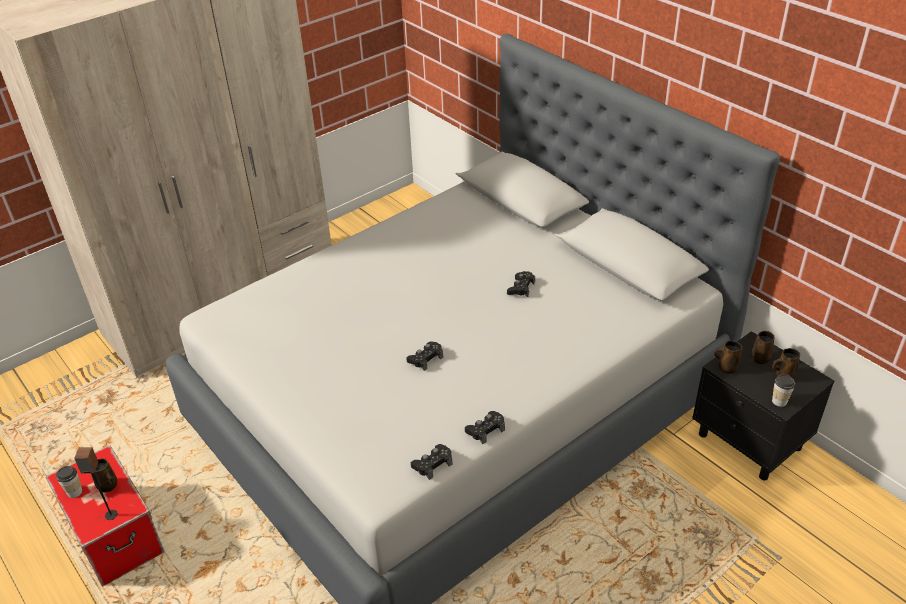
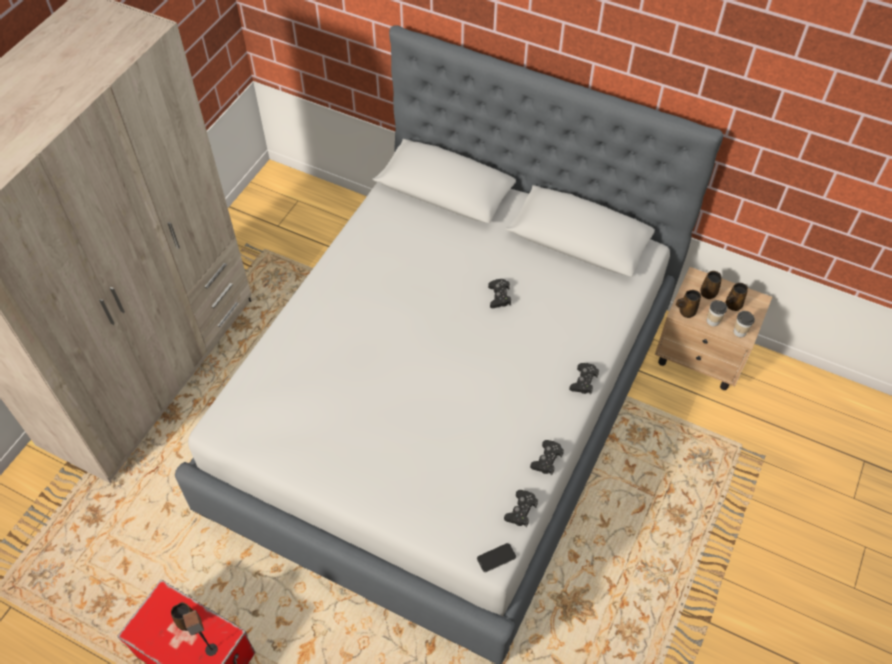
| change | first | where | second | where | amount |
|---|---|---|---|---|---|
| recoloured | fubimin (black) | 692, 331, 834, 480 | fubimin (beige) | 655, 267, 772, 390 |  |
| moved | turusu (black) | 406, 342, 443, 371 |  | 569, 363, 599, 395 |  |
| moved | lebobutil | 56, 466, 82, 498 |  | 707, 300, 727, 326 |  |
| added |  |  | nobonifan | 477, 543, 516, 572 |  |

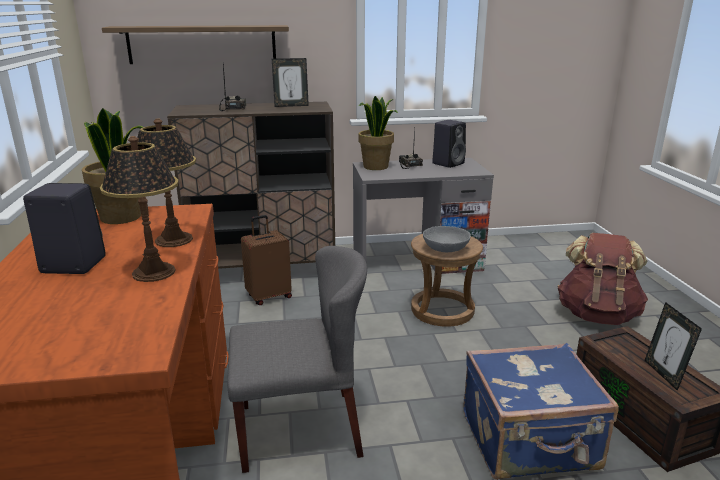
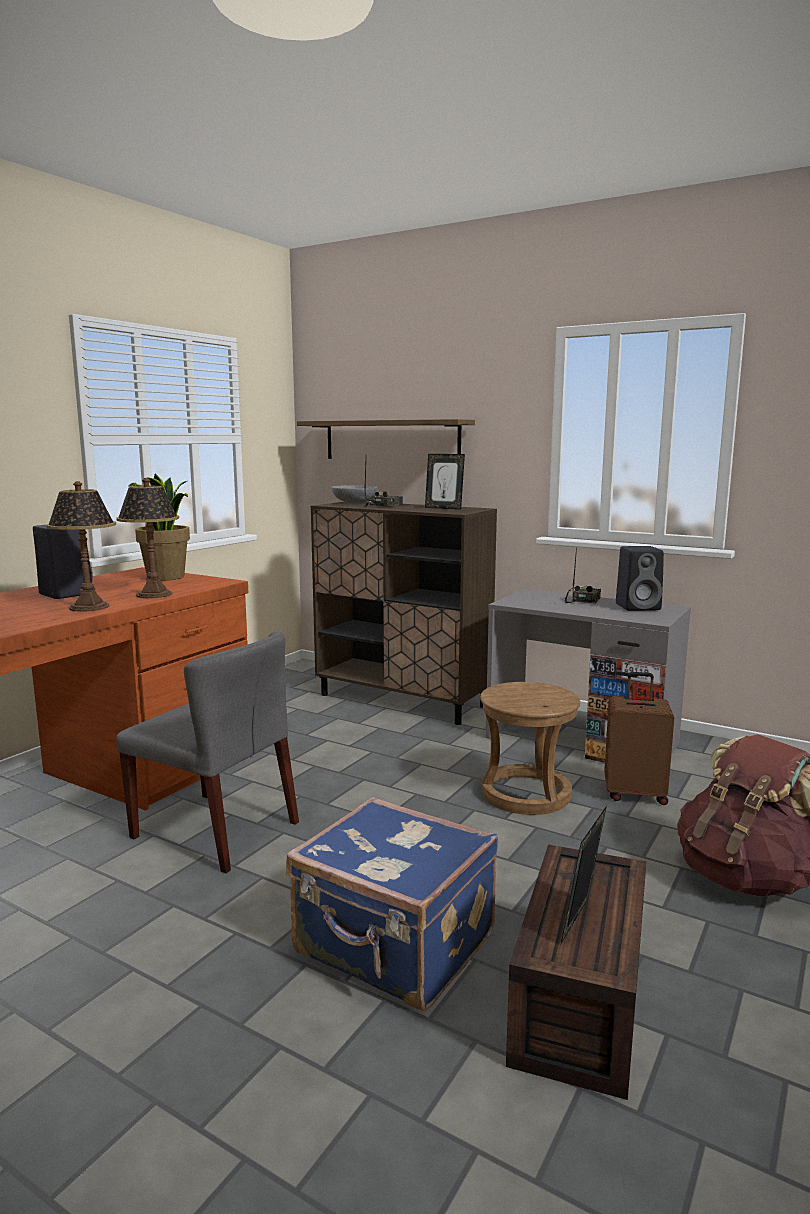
| change | first | where | second | where | amount |
|---|---|---|---|---|---|
| removed | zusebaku | 359, 96, 398, 170 |  |  |  |
| moved | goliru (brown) | 241, 215, 292, 305 |  | 604, 672, 674, 805 |  |
| moved | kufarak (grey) | 423, 226, 471, 252 |  | 331, 485, 378, 503 |  |

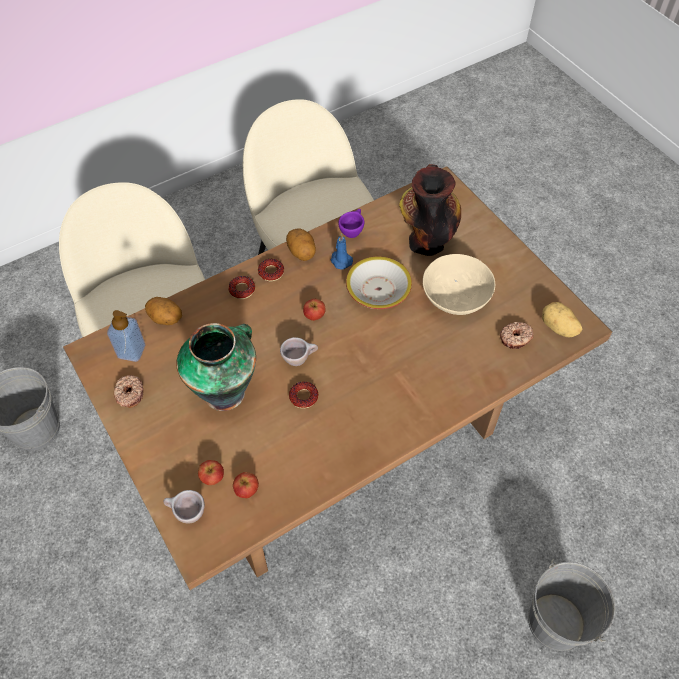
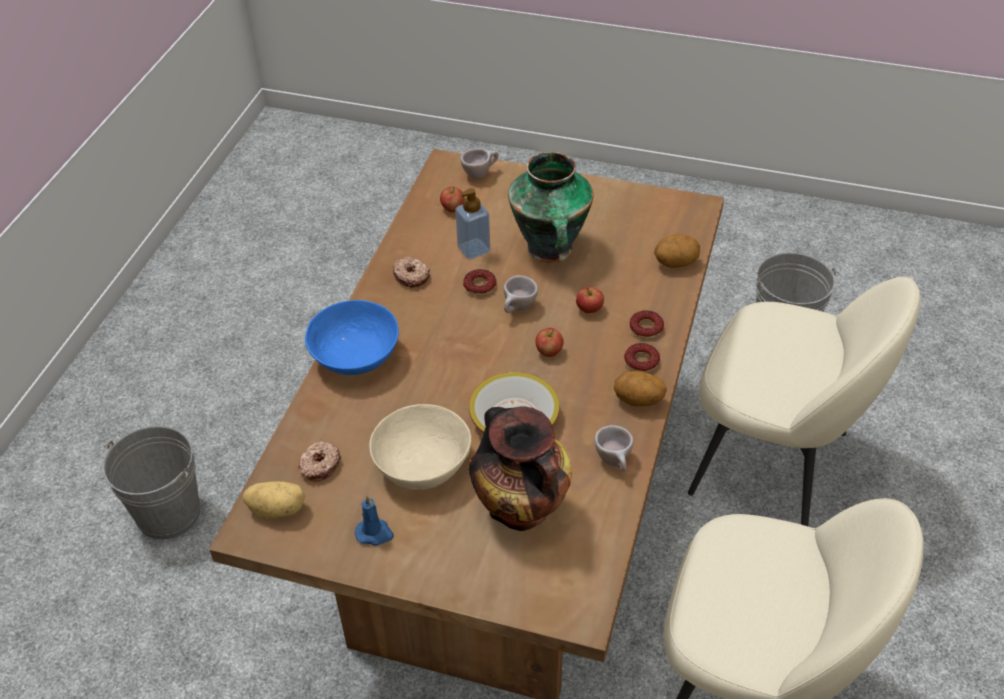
| change | first | where | second | where | amount |
|---|---|---|---|---|---|
| recoloured | lebobutil (purple) | 338, 209, 364, 238 | lebobutil (beige) | 595, 425, 633, 471 |  |
| moved | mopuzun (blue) | 330, 234, 353, 269 |  | 355, 495, 394, 546 |  |
| moved | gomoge | 107, 310, 145, 362 |  | 455, 188, 490, 260 |  |
| moved | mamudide | 114, 375, 144, 408 |  | 393, 257, 430, 287 |  |
| moved | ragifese | 198, 460, 224, 485 |  | 576, 287, 604, 313 |  |
| added |  |  | kufarak (blue) | 305, 300, 399, 375 |  |

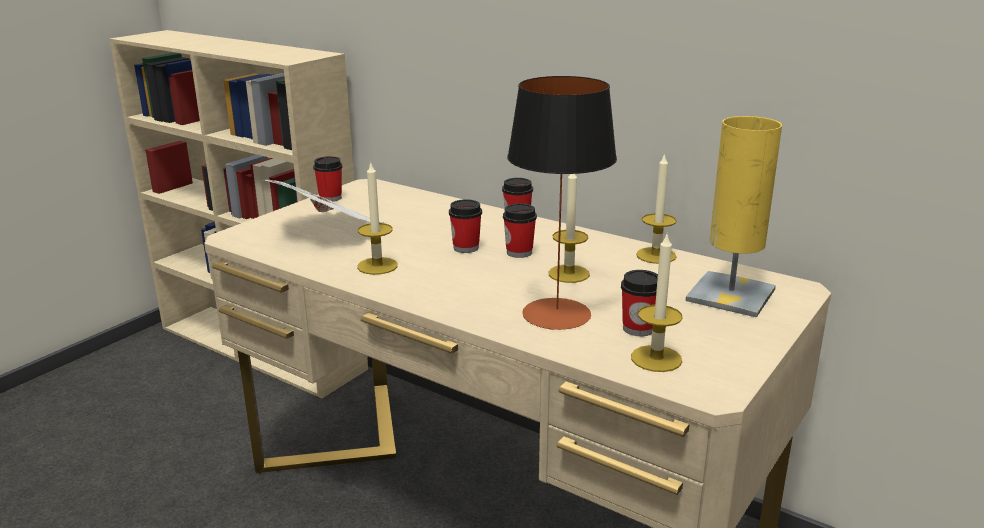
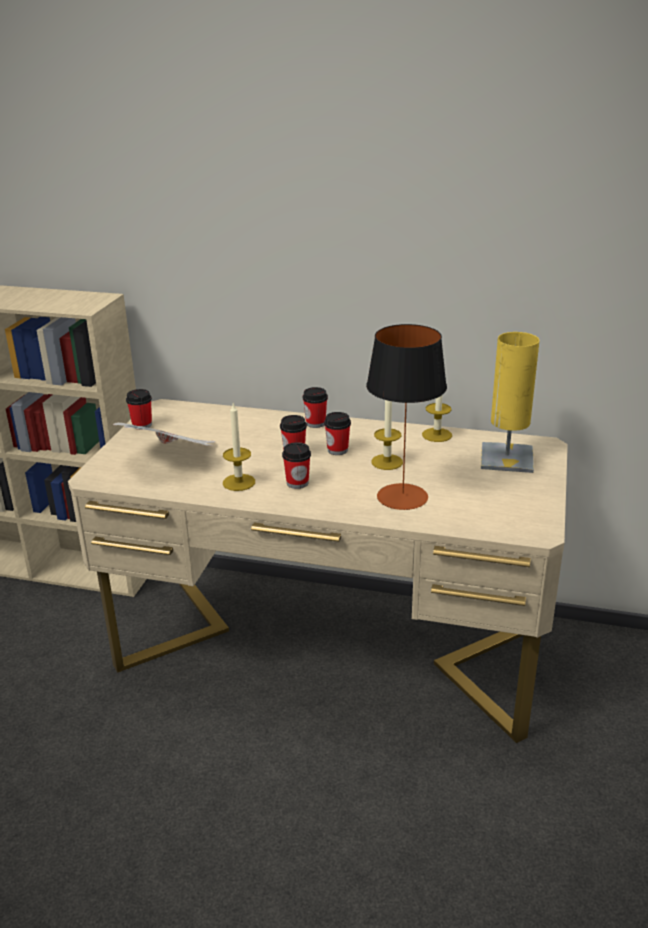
| change | first | where | second | where | amount |
|---|---|---|---|---|---|
| removed | mopuzun | 631, 232, 683, 372 |  |  |  |
| moved | lebobutil | 621, 270, 658, 336 |  | 282, 442, 311, 489 |  |

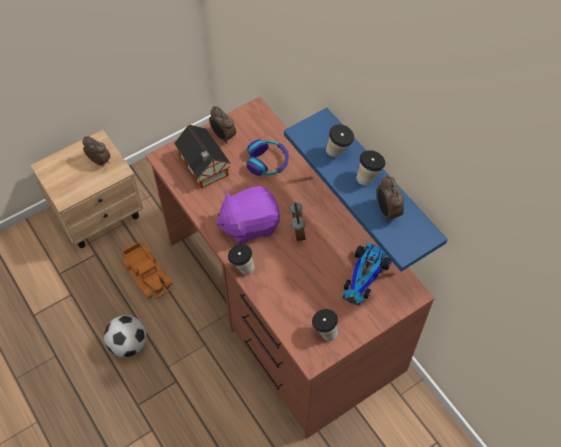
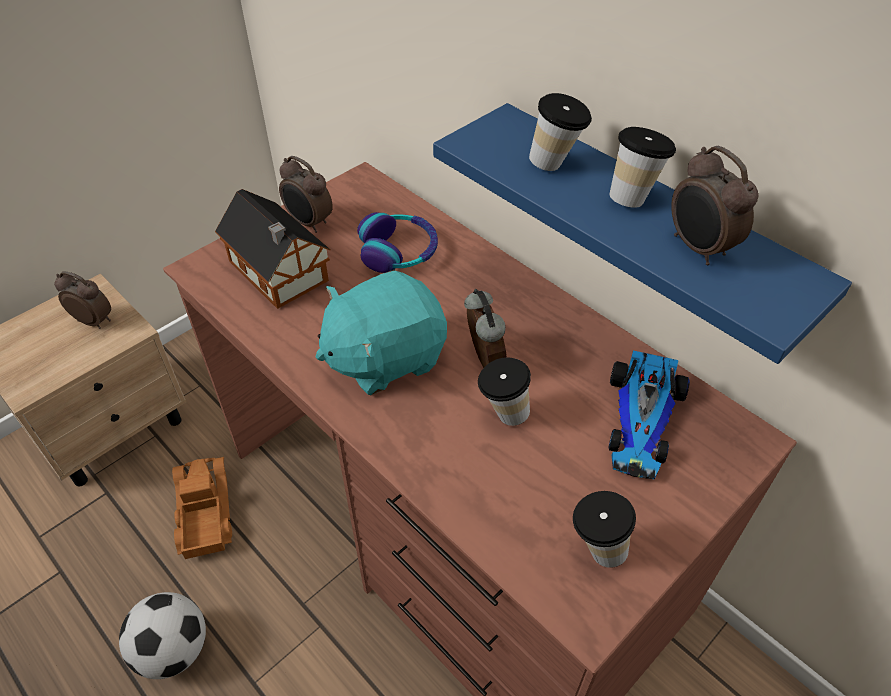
| change | first | where | second | where | amount |
|---|---|---|---|---|---|
| recoloured | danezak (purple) | 216, 186, 280, 244 | danezak (turquoise) | 315, 271, 447, 396 |  |
| turned | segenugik | 121, 241, 173, 299 |  | 172, 457, 232, 559 | 150 degrees counterclockwise |
| moved | lebobutil | 228, 244, 254, 275 |  | 478, 357, 531, 426 |  |

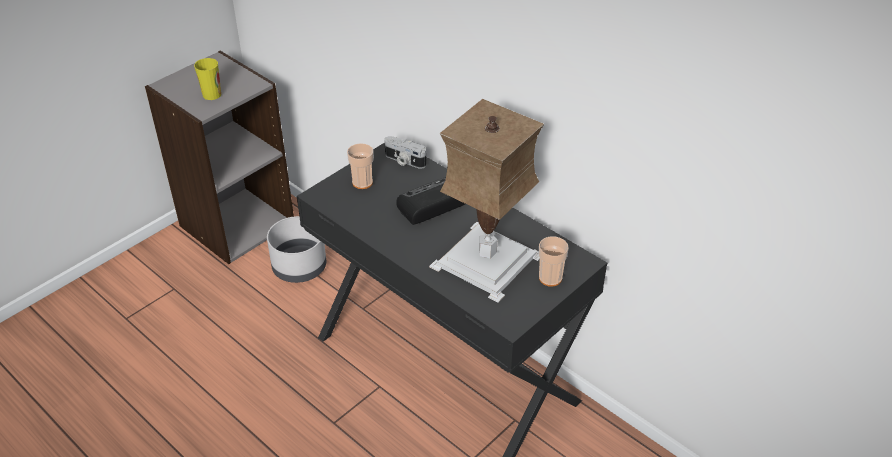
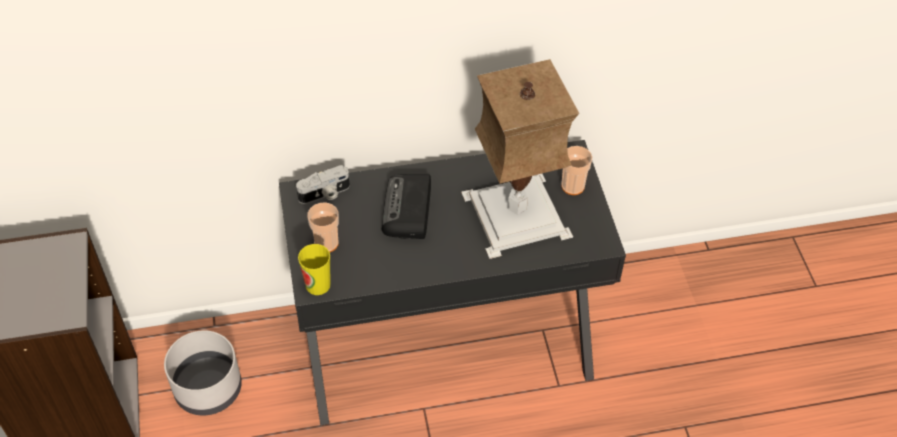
| change | first | where | second | where | amount |
|---|---|---|---|---|---|
| moved | lebobutil | 194, 58, 221, 100 |  | 298, 244, 331, 295 |  |

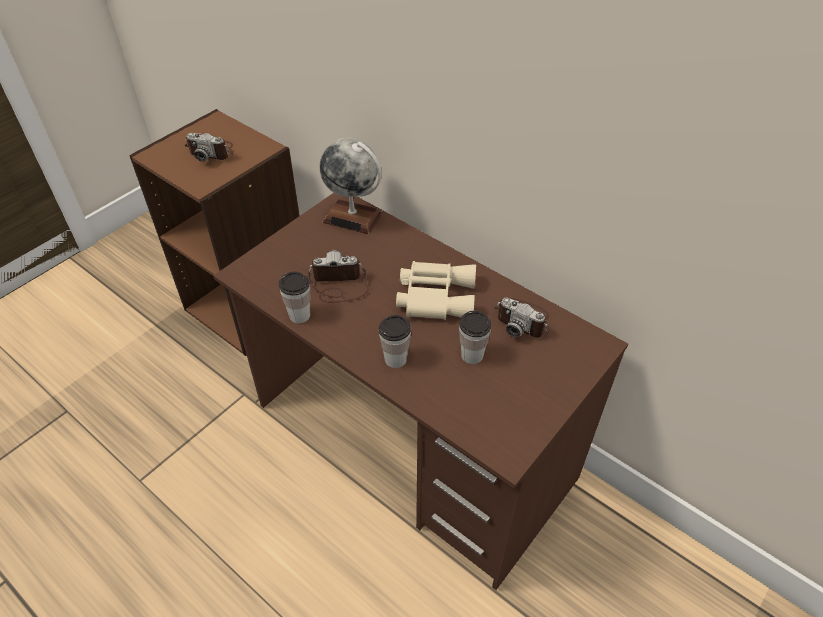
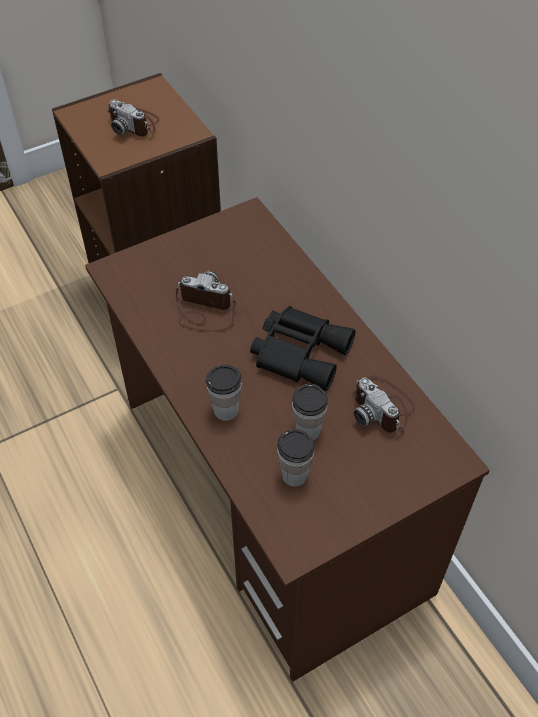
| change | first | where | second | where | amount |
|---|---|---|---|---|---|
| removed | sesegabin | 320, 138, 383, 234 |  |  |  |
| recoloured | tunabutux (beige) | 396, 261, 476, 320 | tunabutux (black) | 250, 306, 355, 391 |  |
| moved | lebobutil | 279, 272, 310, 323 |  | 277, 429, 315, 487 |  |

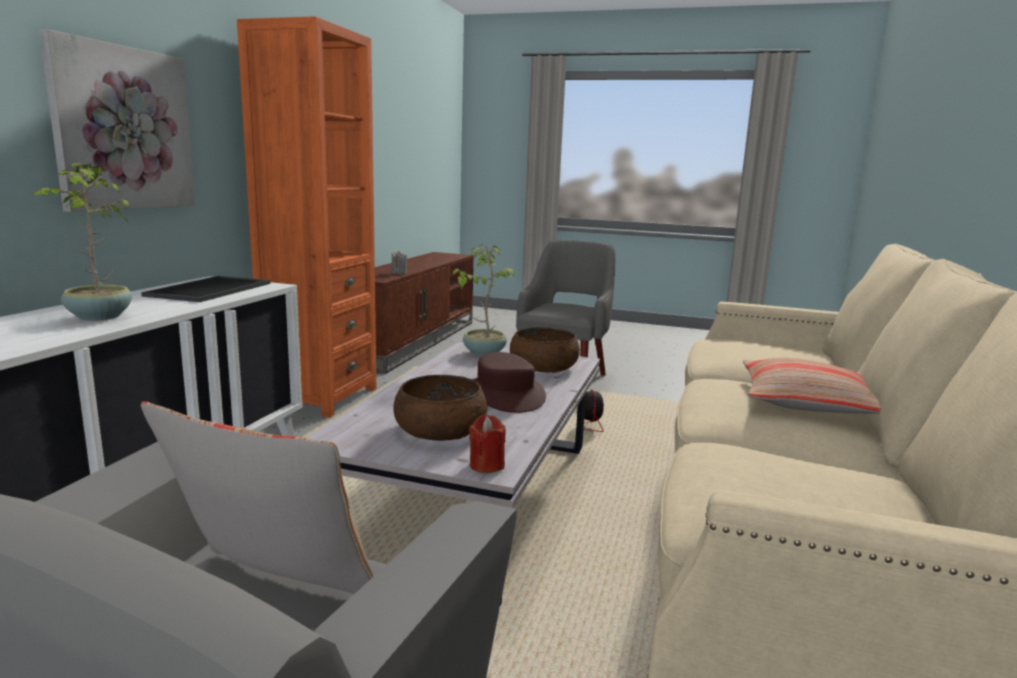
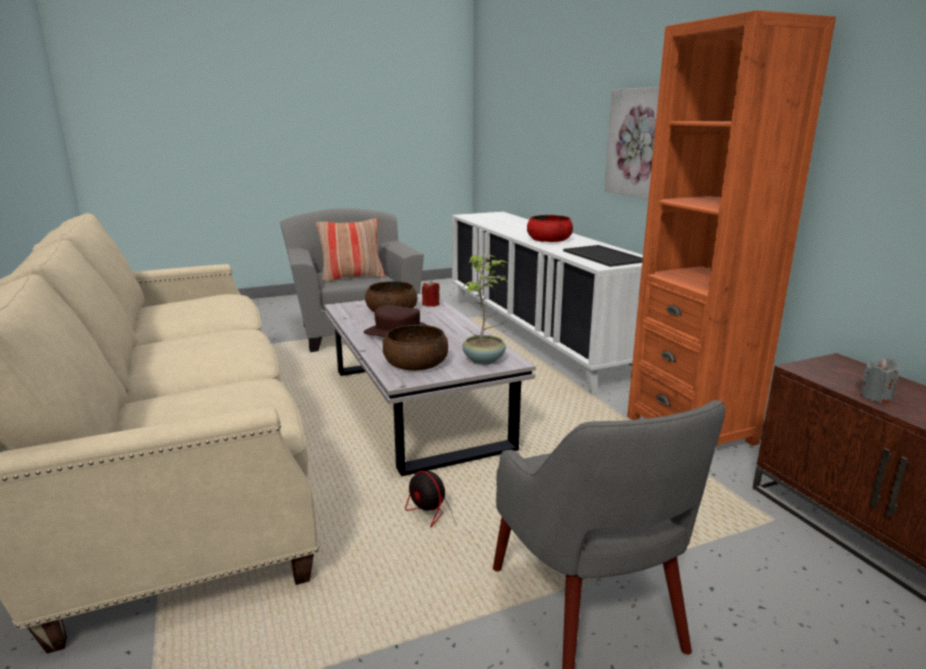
| change | first | where | second | where | amount |
|---|---|---|---|---|---|
| replaced | zusebaku | 33, 163, 132, 321 | kufarak (red) | 527, 215, 573, 242 |  |
| removed | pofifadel | 743, 358, 880, 414 |  |  |  |
| moved | mopuzun (red) | 469, 415, 506, 473 |  | 422, 280, 440, 307 |  |

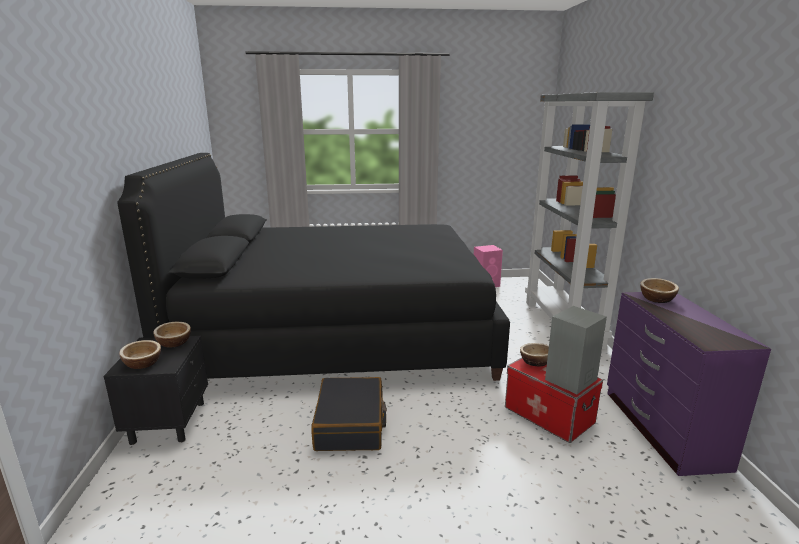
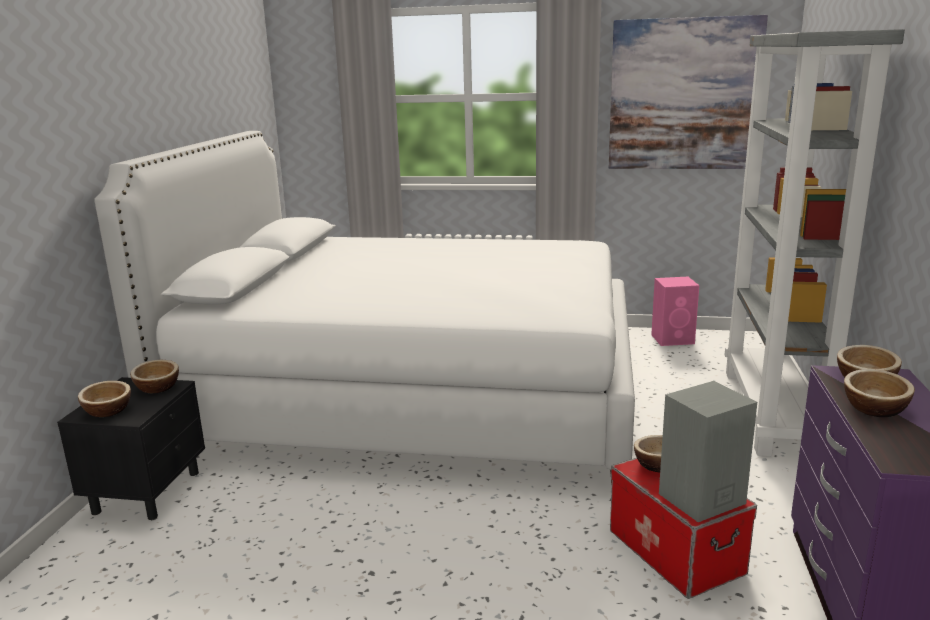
| change | first | where | second | where | amount |
|---|---|---|---|---|---|
| recoloured | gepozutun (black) | 117, 153, 510, 381 | gepozutun (white) | 94, 131, 635, 484 |  |
| removed | goliru (black) | 311, 377, 387, 451 |  |  |  |
| added |  |  | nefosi | 609, 15, 768, 169 |  |
| added |  |  | kufarak | 844, 369, 915, 417 |  |

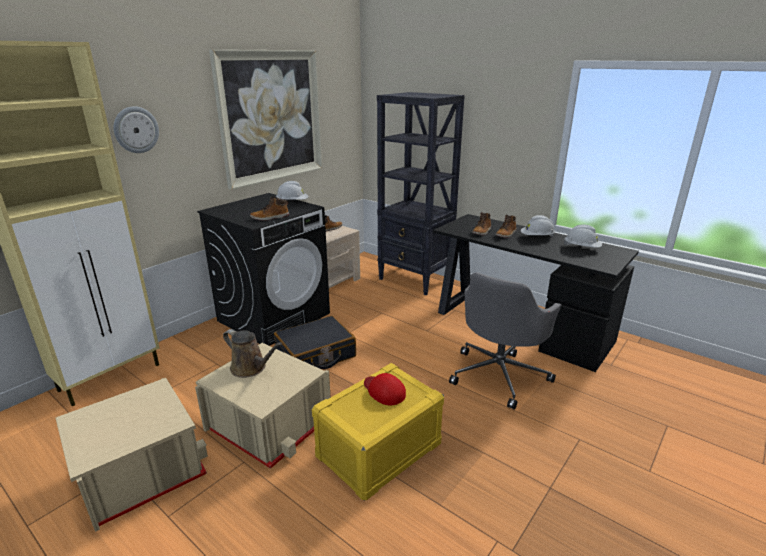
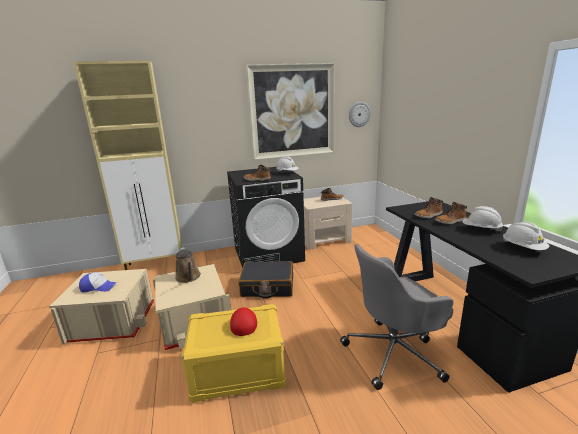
| change | first | where | second | where | amount |
|---|---|---|---|---|---|
| removed | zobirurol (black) | 377, 92, 465, 295 |  |  |  |
| moved | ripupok | 114, 106, 159, 153 |  | 349, 102, 371, 127 |  |
| added |  |  | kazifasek | 79, 272, 117, 293 |  |

